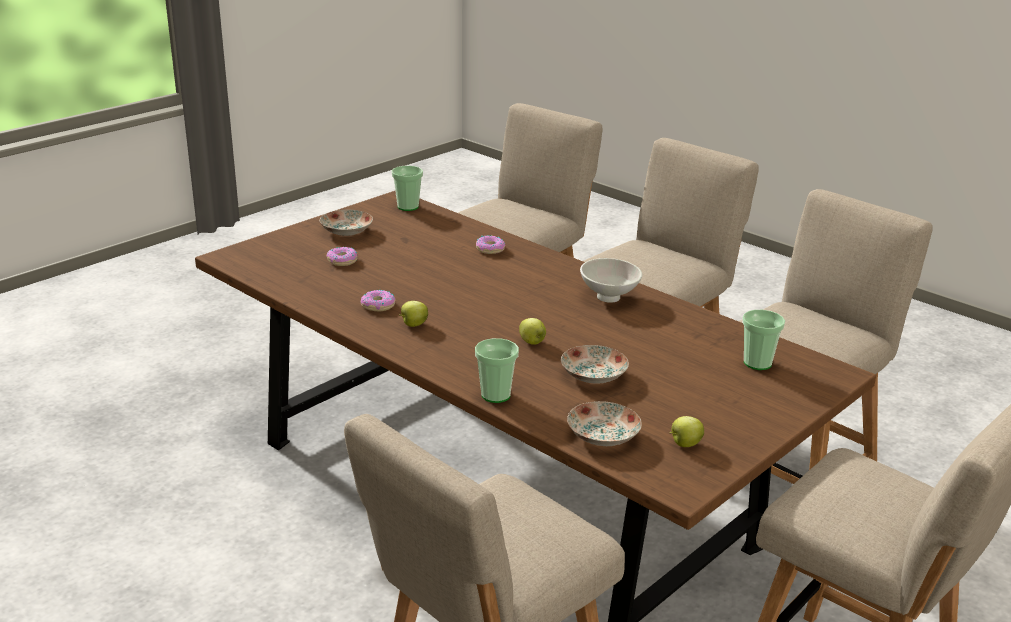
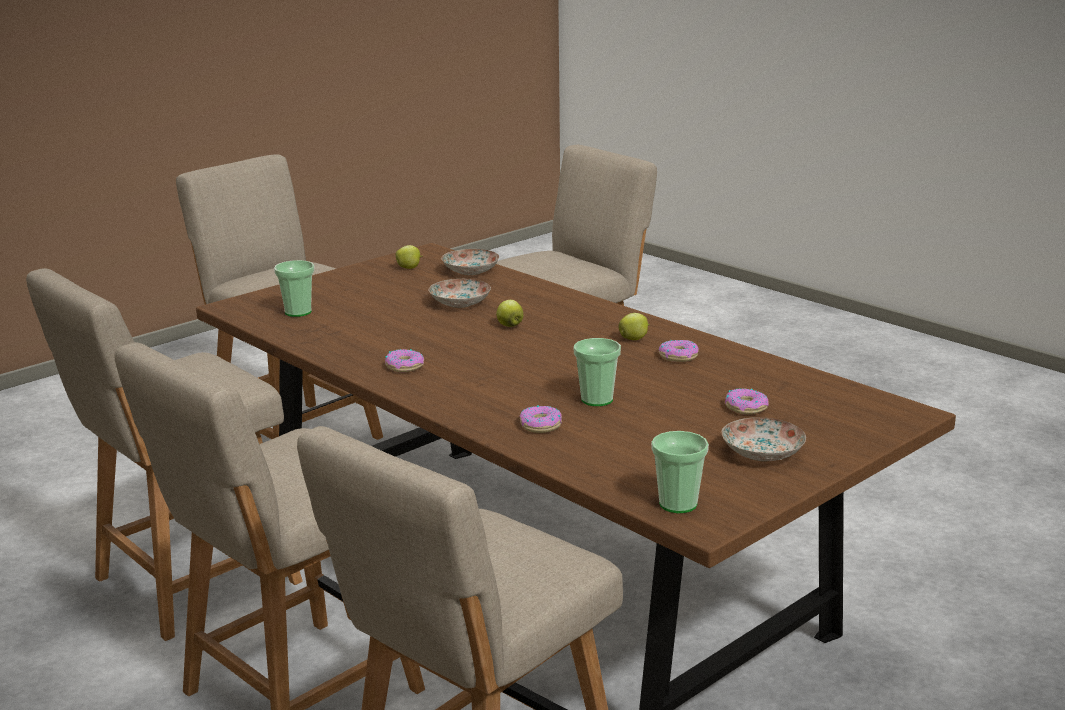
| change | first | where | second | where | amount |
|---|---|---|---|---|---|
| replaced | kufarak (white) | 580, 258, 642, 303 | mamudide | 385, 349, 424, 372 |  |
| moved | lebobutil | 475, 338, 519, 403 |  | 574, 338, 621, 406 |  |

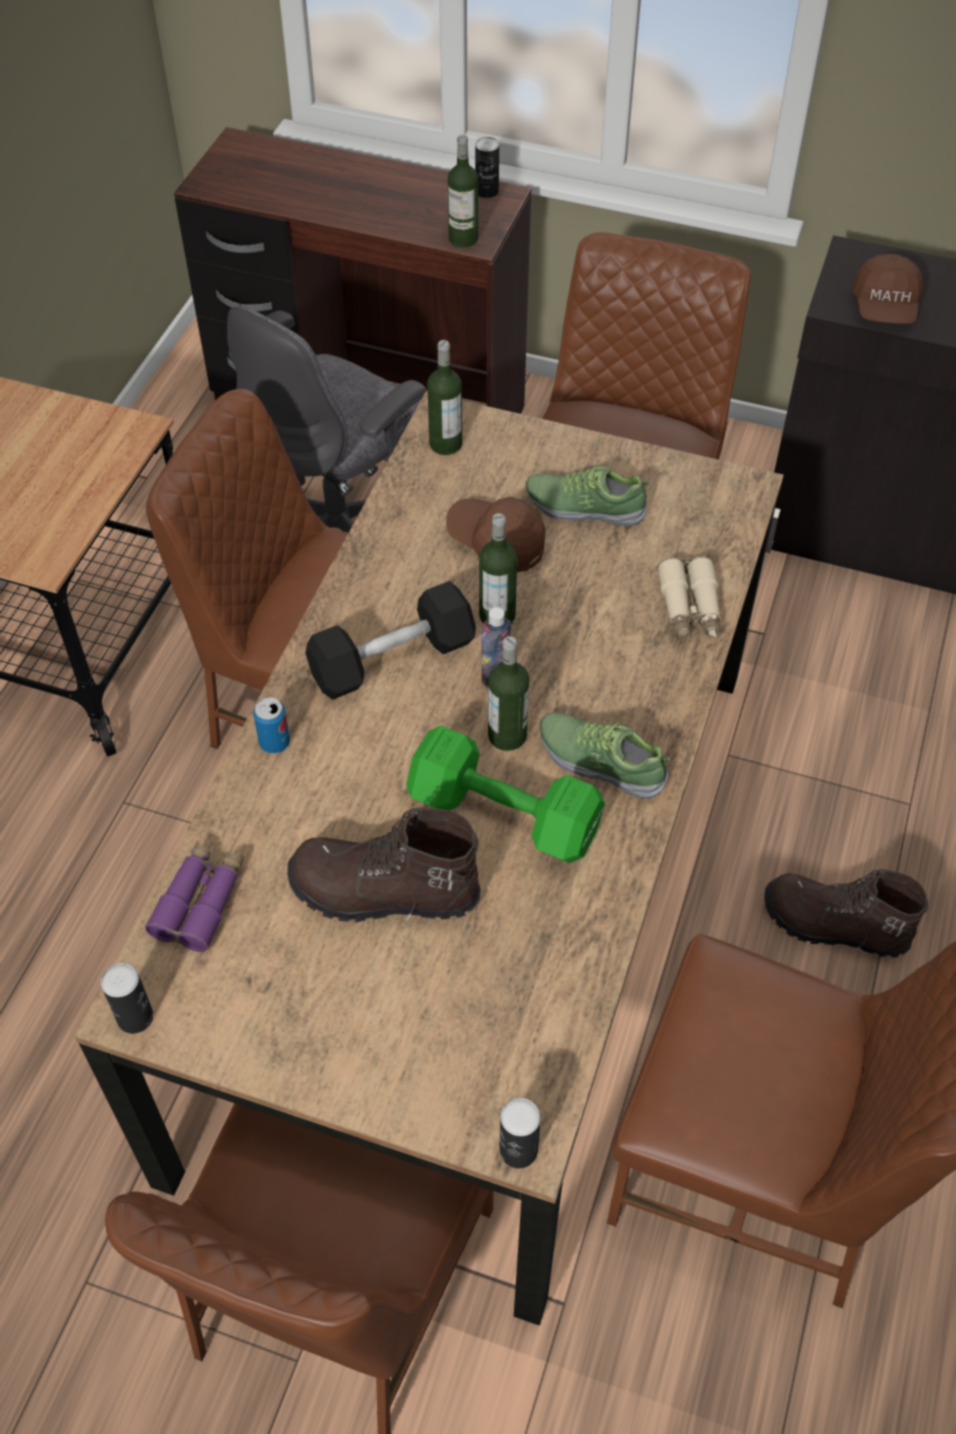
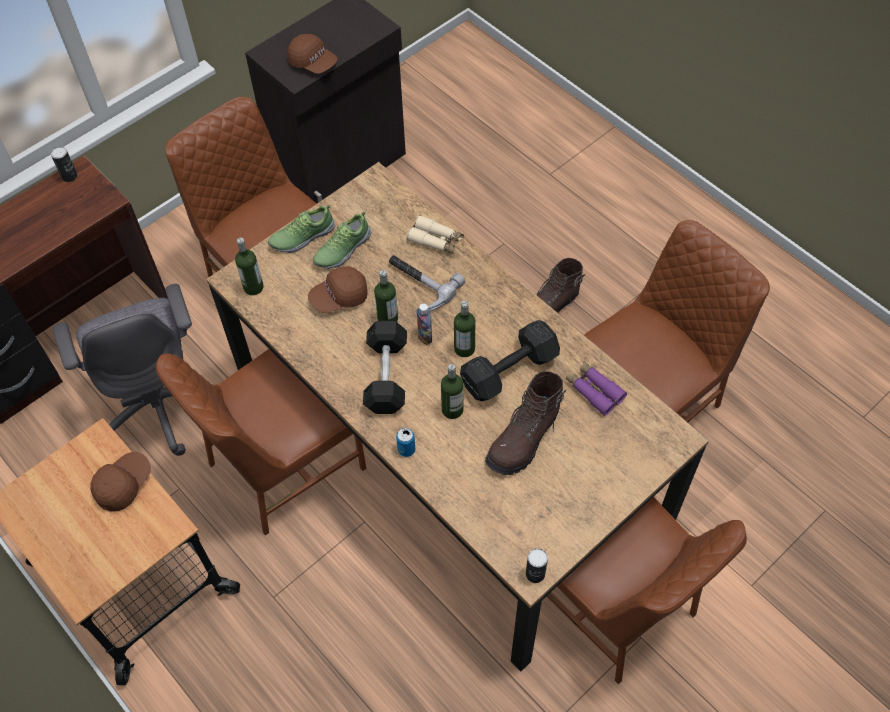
| change | first | where | second | where | amount |
|---|---|---|---|---|---|
| moved | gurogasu | 448, 135, 478, 248 |  | 441, 364, 463, 419 |  |
| moved | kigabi | 540, 712, 670, 799 |  | 268, 205, 335, 253 |  |
| recoloured | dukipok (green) | 406, 726, 605, 863 | dukipok (black) | 460, 320, 560, 401 |  |
| moved | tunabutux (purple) | 145, 841, 244, 952 |  | 566, 362, 627, 416 |  |
| removed | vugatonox | 499, 1098, 541, 1168 |  |  |  |
| added |  |  | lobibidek | 389, 255, 465, 312 |  |
| added |  |  | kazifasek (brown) | 91, 452, 151, 511 |  |

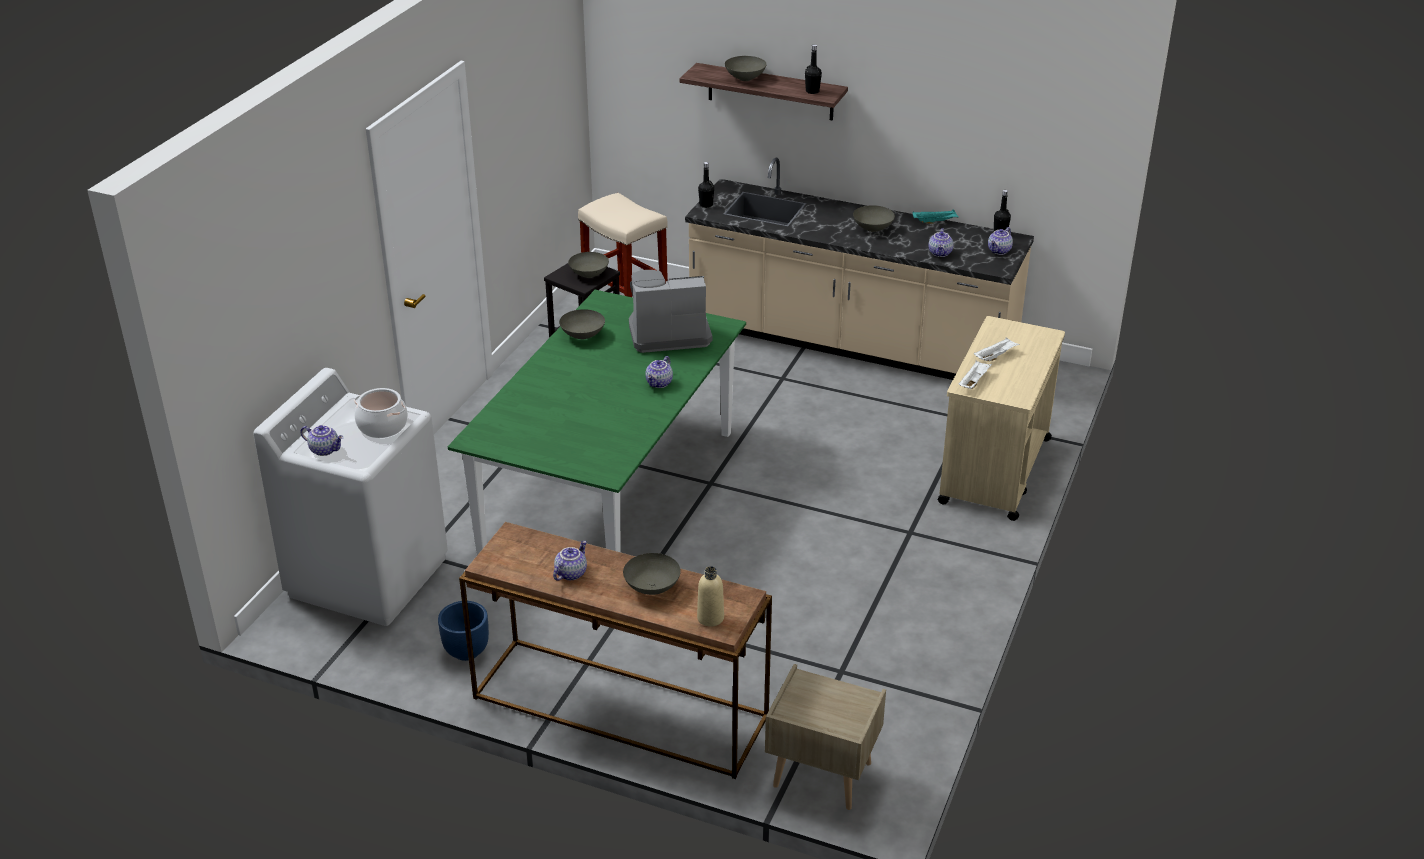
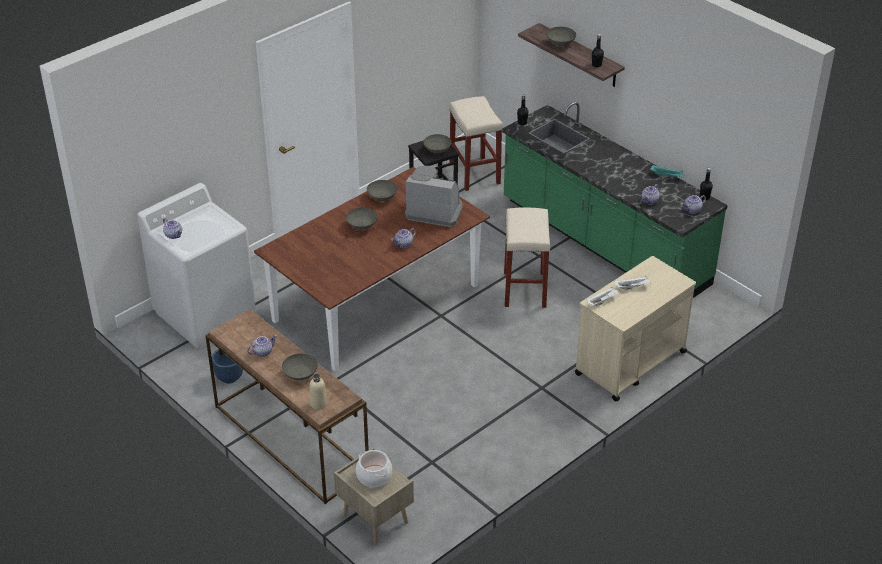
| change | first | where | second | where | amount |
|---|---|---|---|---|---|
| recoloured | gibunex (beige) | 685, 158, 1034, 380 | gibunex (green) | 502, 102, 728, 298 |  |
| moved | kufarak (grey) | 853, 205, 895, 232 |  | 346, 208, 377, 230 |  |
| recoloured | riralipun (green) | 448, 290, 746, 555 | riralipun (brown) | 254, 167, 490, 371 |  |
| moved | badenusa | 354, 388, 408, 438 |  | 356, 450, 392, 487 |  |
| added |  |  | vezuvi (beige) | 504, 208, 550, 308 |  |

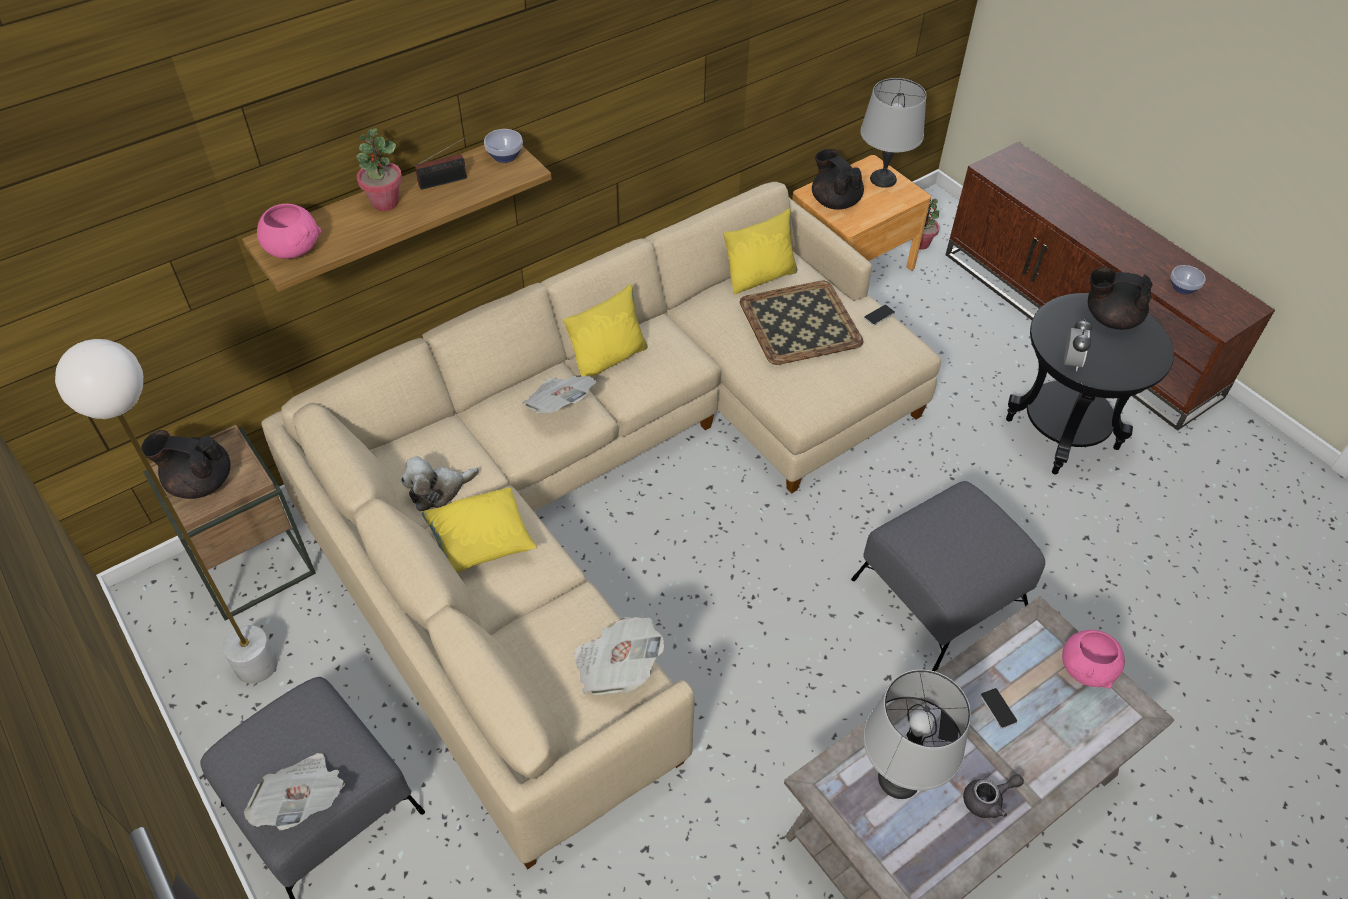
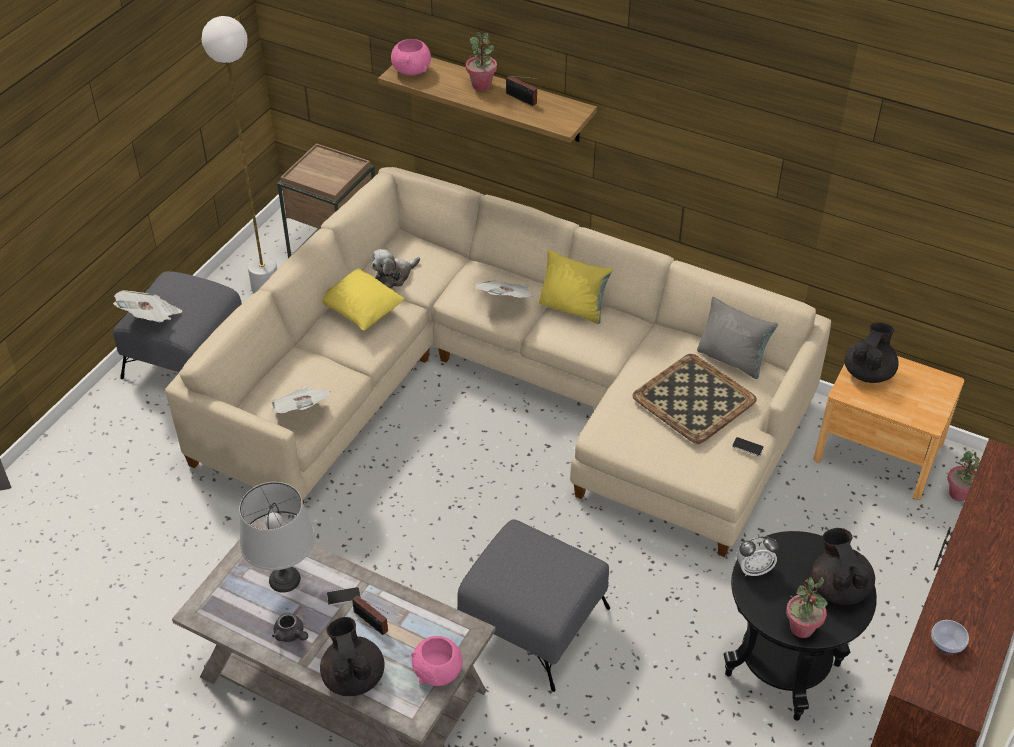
| change | first | where | second | where | amount |
|---|---|---|---|---|---|
| removed | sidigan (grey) | 860, 78, 926, 188 |  |  |  |
| removed | kufarak | 484, 129, 523, 163 |  |  |  |
| recoloured | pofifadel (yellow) | 724, 209, 797, 294 | pofifadel (grey) | 697, 297, 778, 379 |  |
| moved | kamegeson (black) | 141, 430, 230, 499 |  | 320, 617, 385, 696 |  |
| turned | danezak | 401, 456, 479, 511 |  | 371, 249, 420, 288 | 75 degrees counterclockwise |
| replaced | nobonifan | 980, 688, 1017, 729 | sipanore | 352, 595, 388, 635 |  |
| added |  |  | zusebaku | 786, 577, 828, 638 |  |

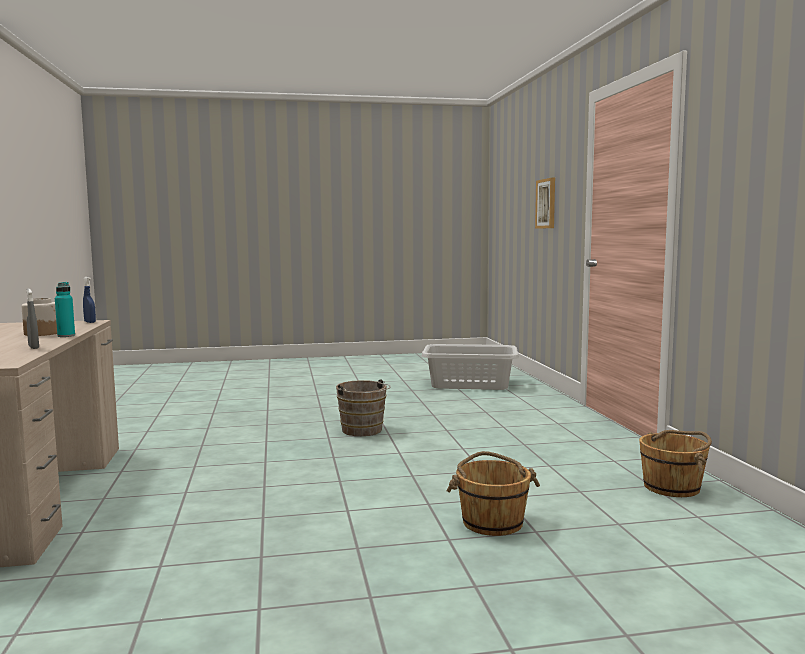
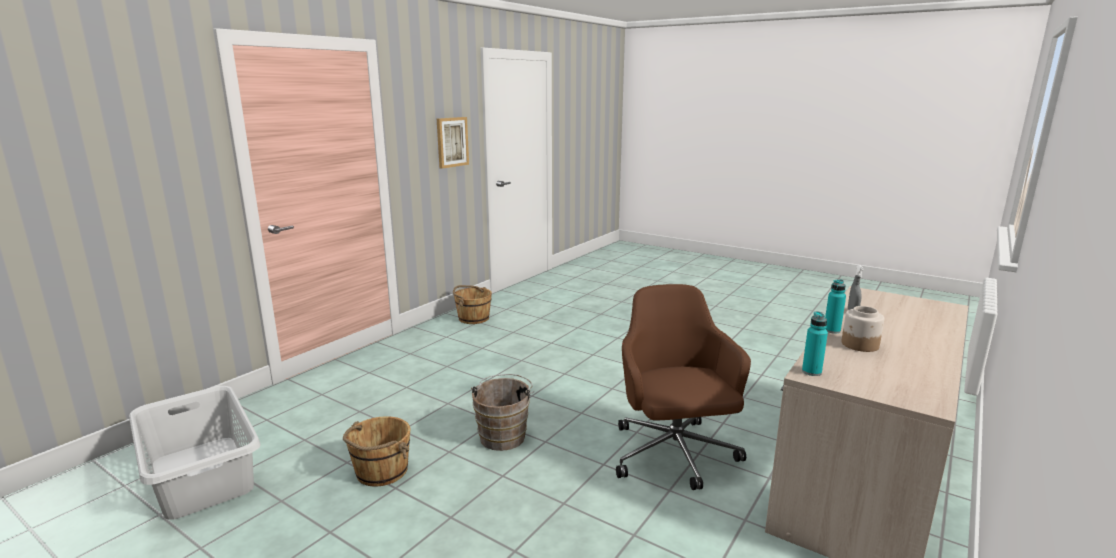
| change | first | where | second | where | amount |
|---|---|---|---|---|---|
| moved | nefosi | 535, 178, 555, 229 |  | 437, 117, 469, 169 |  |
| replaced | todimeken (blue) | 83, 277, 96, 323 | gurogasu (turquoise) | 802, 311, 828, 376 |  |
| moved | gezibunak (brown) | 447, 451, 540, 536 |  | 343, 416, 411, 487 |  |
| added |  |  | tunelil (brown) | 616, 284, 751, 490 |  |

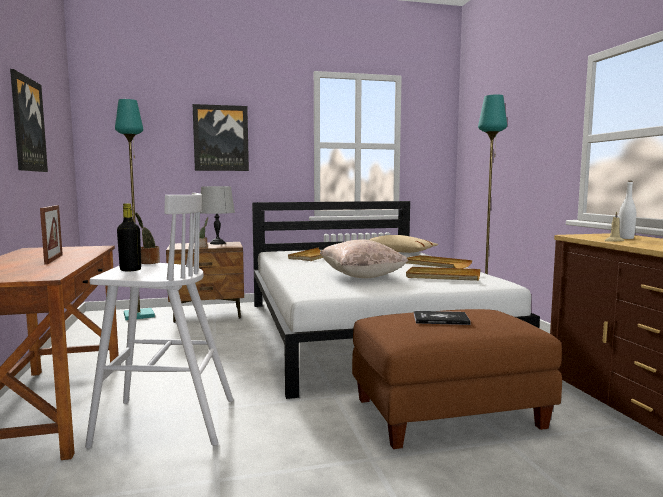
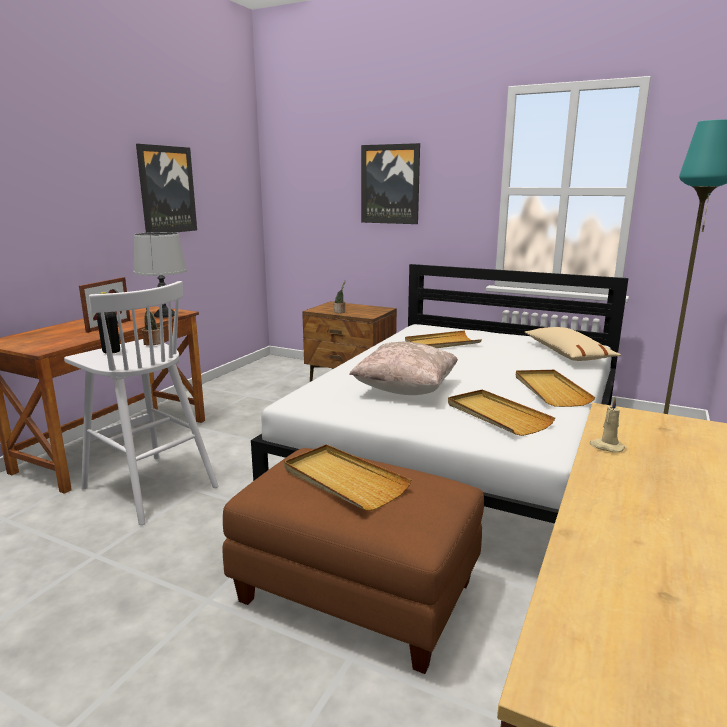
| change | first | where | second | where | amount |
|---|---|---|---|---|---|
| removed | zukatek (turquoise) | 115, 99, 155, 320 |  |  |  |
| removed | gurogasu (white) | 619, 181, 636, 239 |  |  |  |
| moved | sidigan (grey) | 200, 186, 235, 244 |  | 134, 232, 187, 318 |  |
| replaced | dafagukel | 414, 311, 471, 325 | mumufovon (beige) | 284, 444, 411, 511 |  |

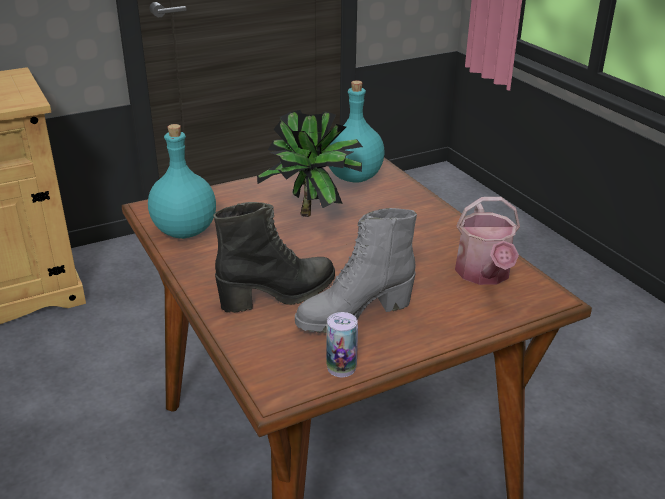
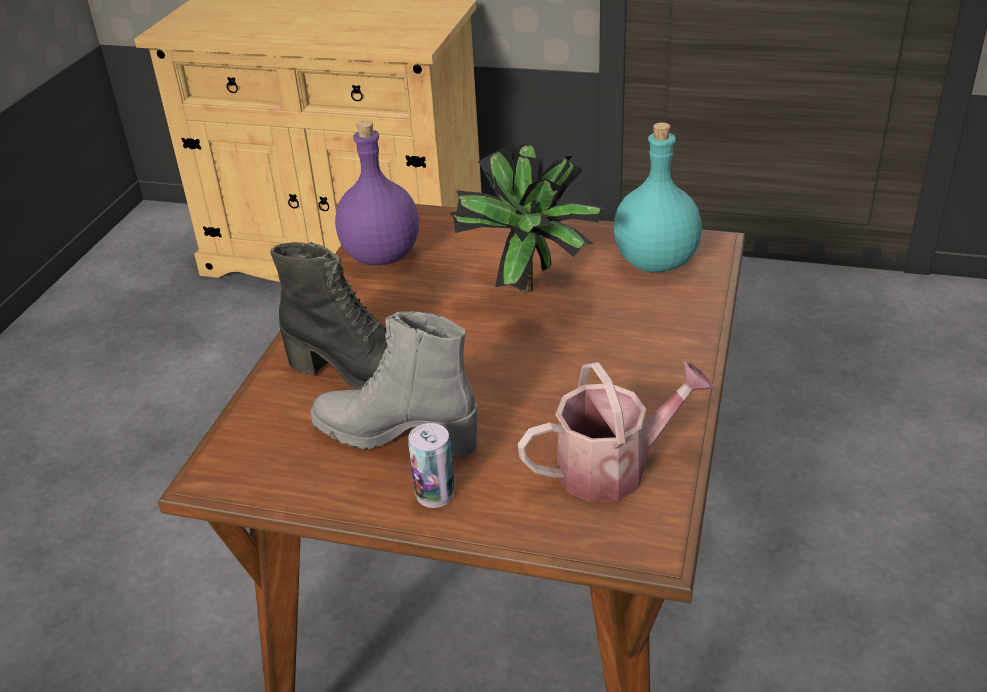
| change | first | where | second | where | amount |
|---|---|---|---|---|---|
| recoloured | gurogasu (turquoise) | 148, 124, 216, 239 | gurogasu (purple) | 335, 120, 419, 265 |  |
| turned | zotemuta | 455, 197, 520, 285 |  | 518, 361, 715, 502 | 150 degrees counterclockwise |
| moved | vugatonox | 326, 312, 358, 377 |  | 408, 423, 455, 508 |  |

